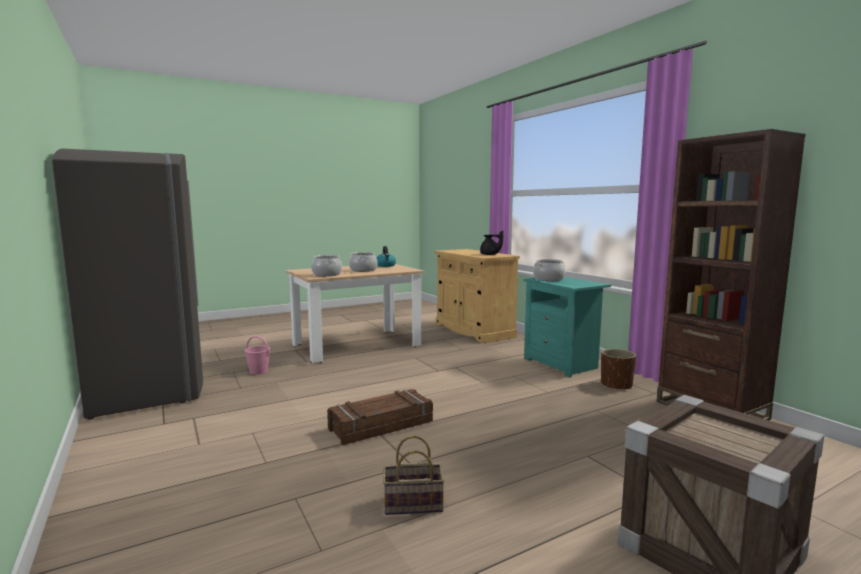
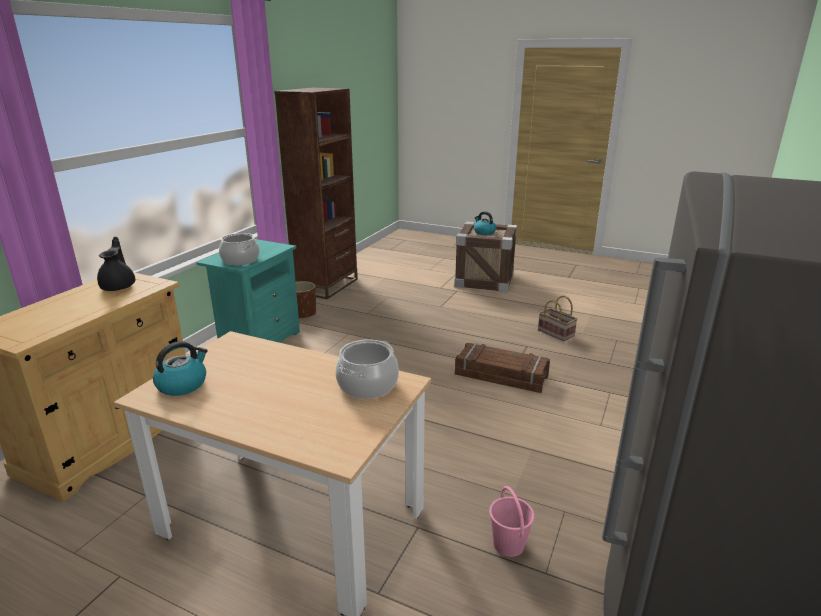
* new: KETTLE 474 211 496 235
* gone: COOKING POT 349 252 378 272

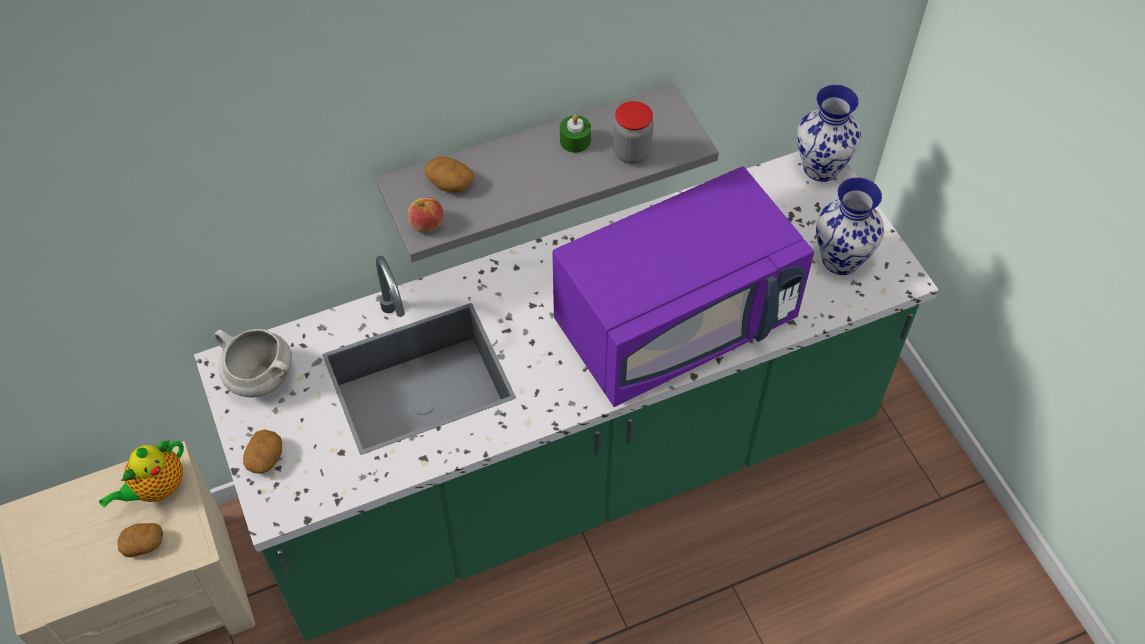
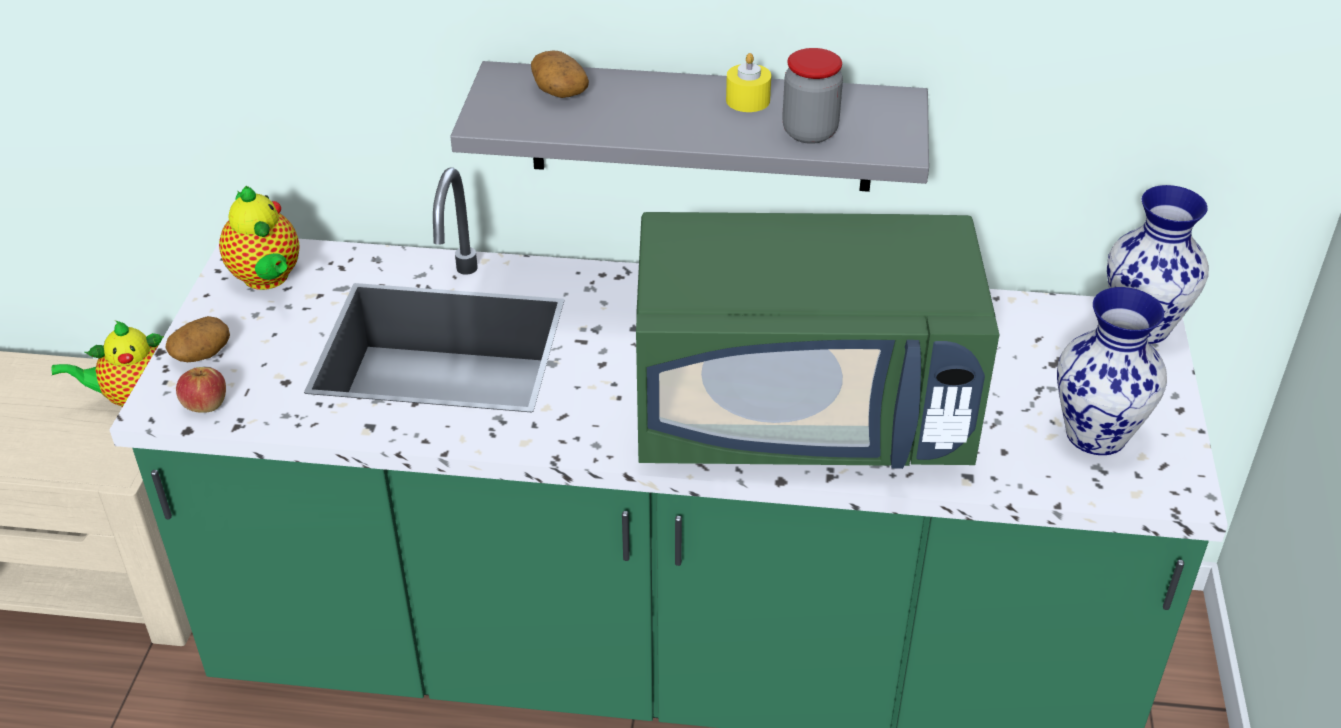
* shifted: APPLE 408 197 444 233 to 176 367 226 413
* swapped: WHITE COOKING POT 215 329 292 397 to TEAPOT 219 186 300 290
* repainted: PURPLE MICROWAVE 552 167 814 407 to GREEN MICROWAVE 636 212 1000 469
* repainted: GREEN CANDLE 560 115 591 153 to YELLOW CANDLE 726 53 771 112
* gone: POTATO 118 523 163 557

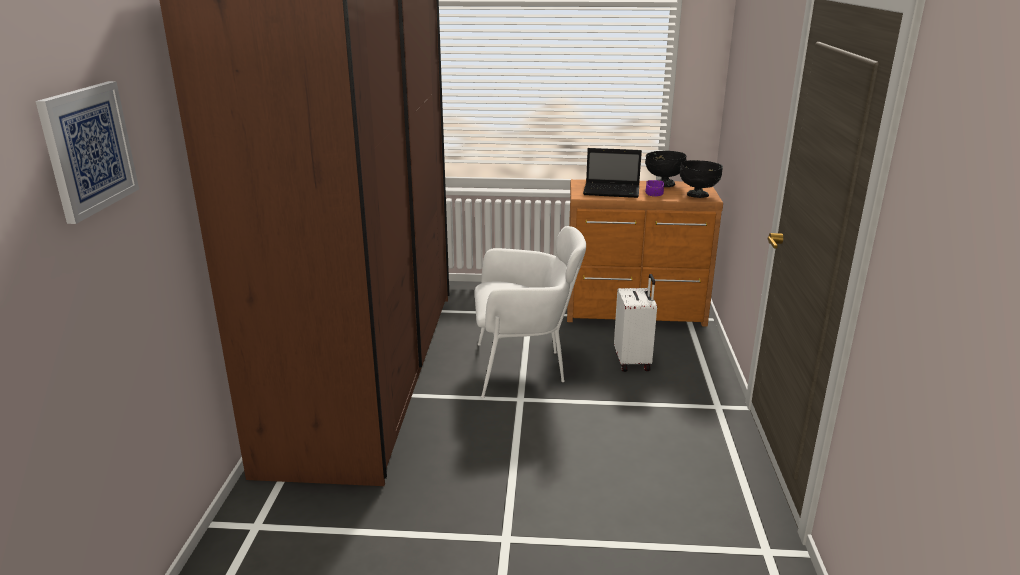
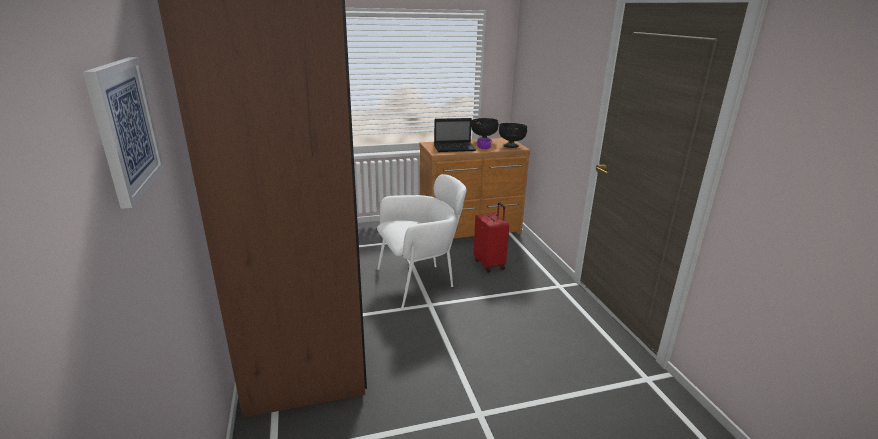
* repainted: WHITE SUITCASE 614 274 657 372 to RED SUITCASE 473 202 509 273

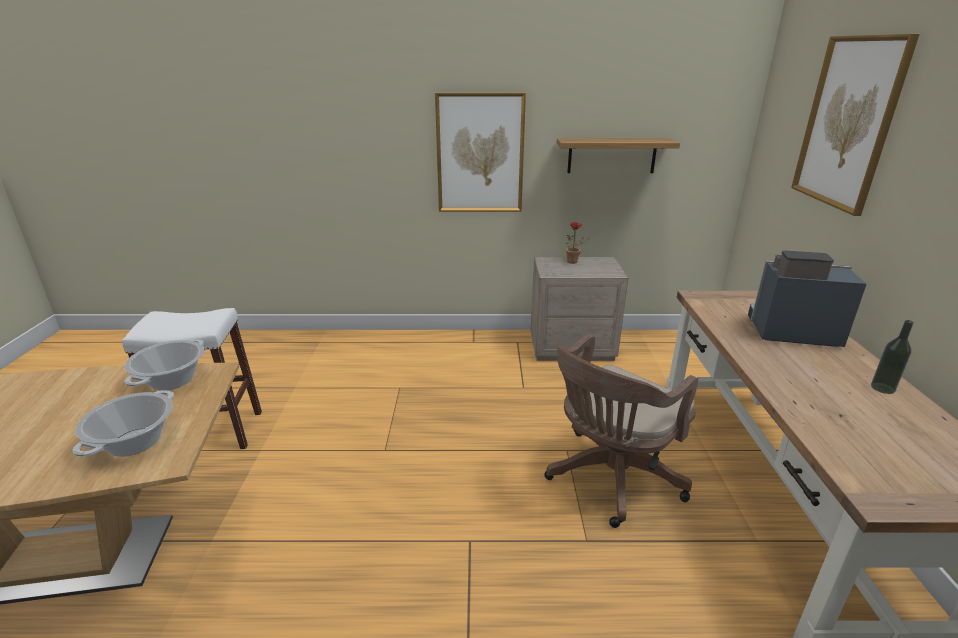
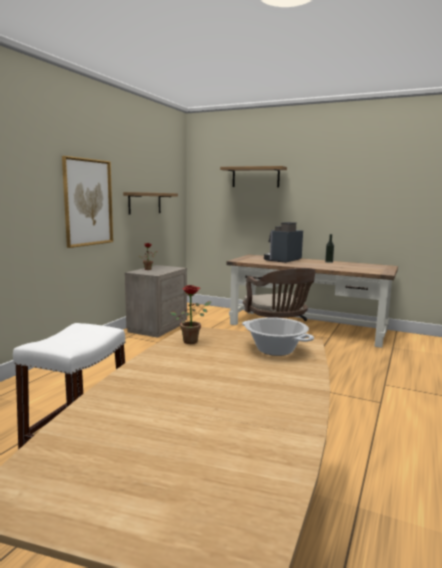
* swapped: COOKING POT 124 339 204 390 to POTTED PLANT 170 285 211 344
* swapped: PICTURE 791 34 920 216 to SHELF 220 166 287 187

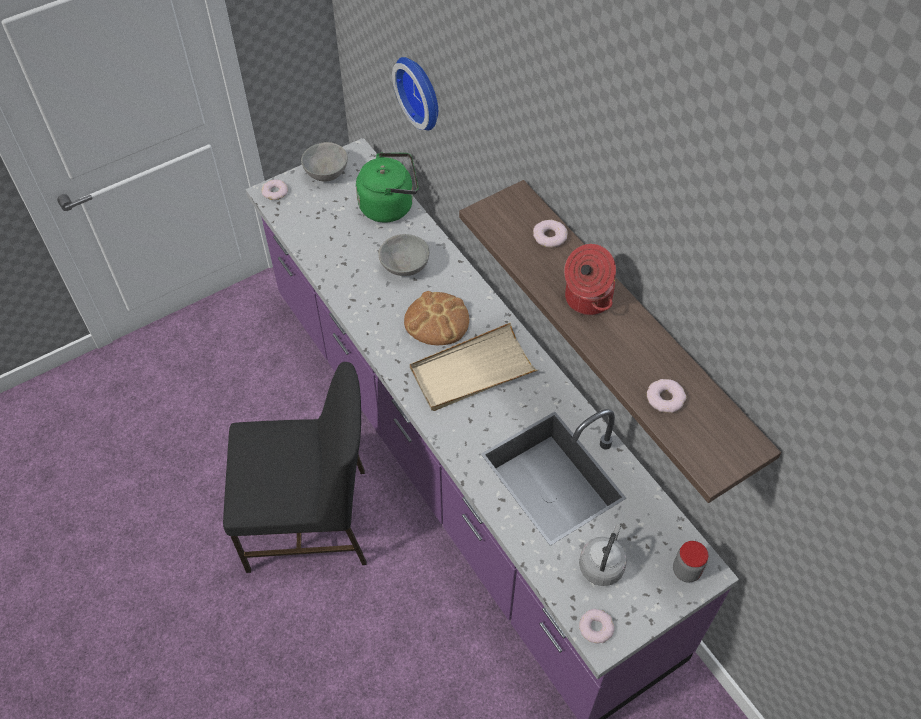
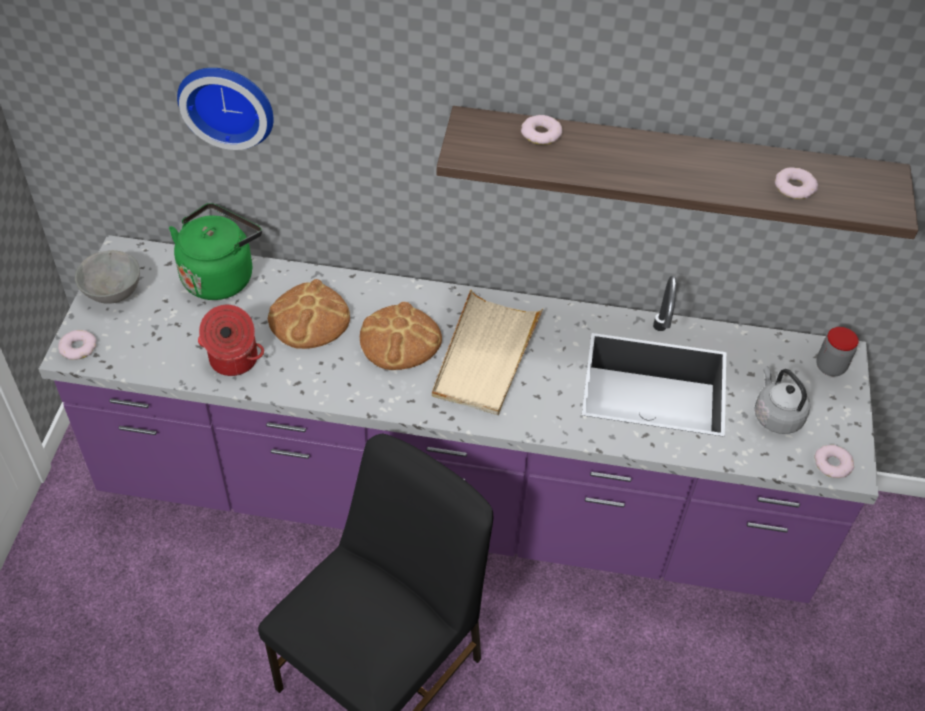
* shifted: COOKING POT 564 244 616 315 to 198 305 264 376
* swapped: GREY BOWL 378 234 429 276 to BREAD 268 279 350 349

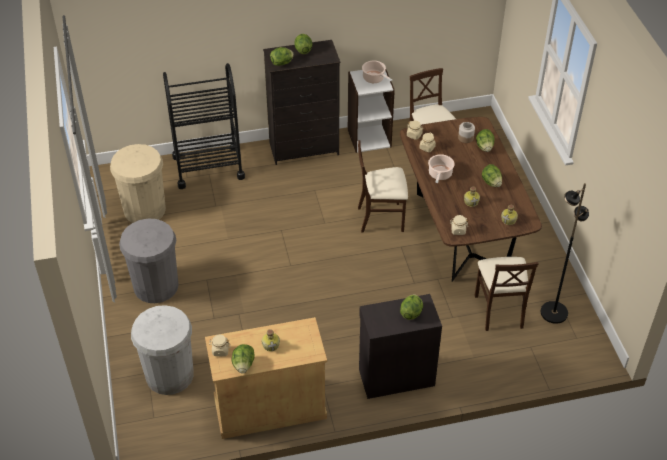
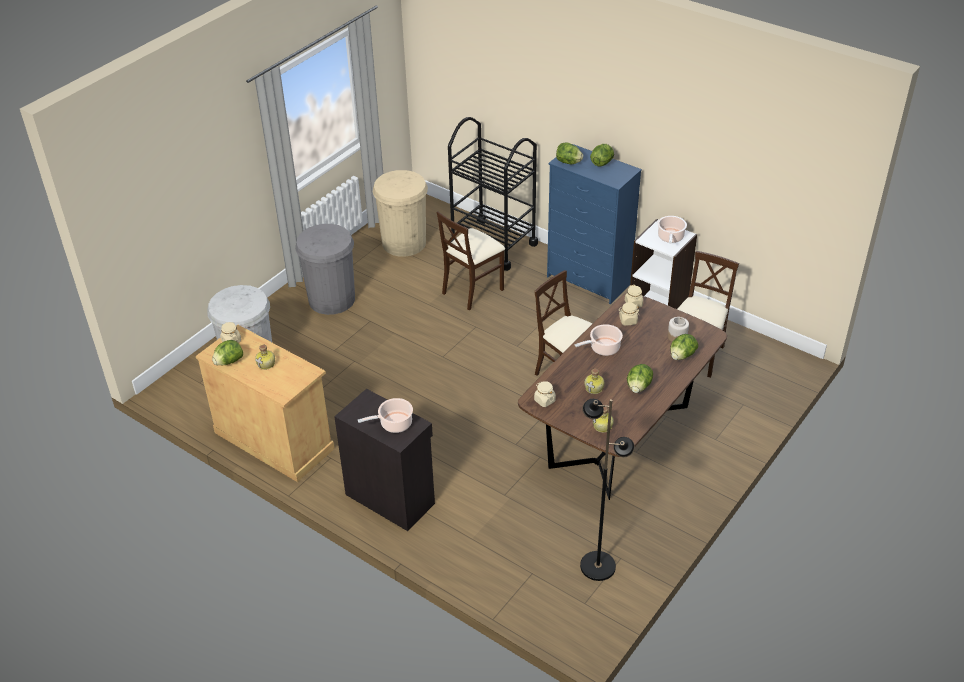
* swapped: LETTUCE 400 294 423 320 to COOKING POT 358 398 413 433
* shifted: BEIGE CHAIR 475 257 539 331 to 437 211 505 310
* repainted: BLACK DRESSER 263 40 340 165 to BLUE DRESSER 547 144 642 305

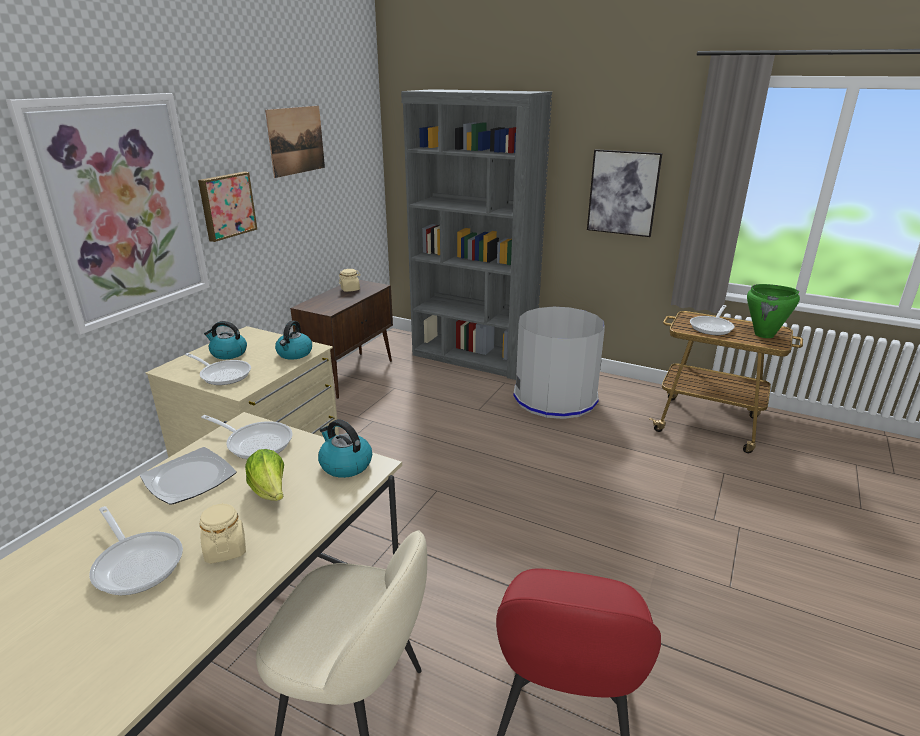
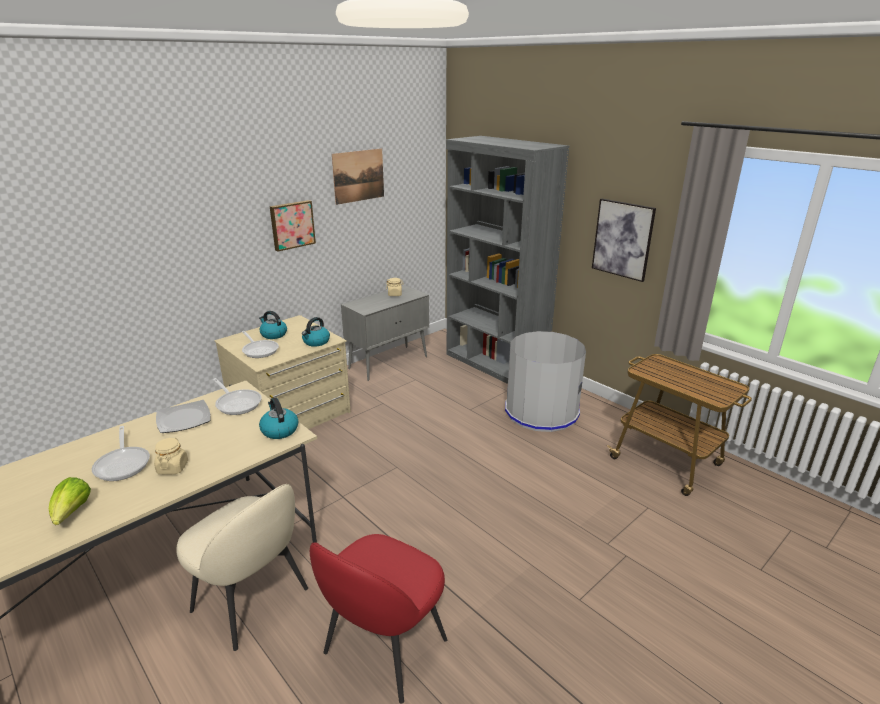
* shifted: LETTUCE 245 449 284 501 to 49 477 91 525
* repainted: BROWN CABINET 290 280 393 399 to GREY CABINET 341 285 429 381
* gone: PICTURE 6 93 210 335
* gone: FRYING PAN 690 305 734 335
* gone: GREEN COOKING POT 747 284 800 338

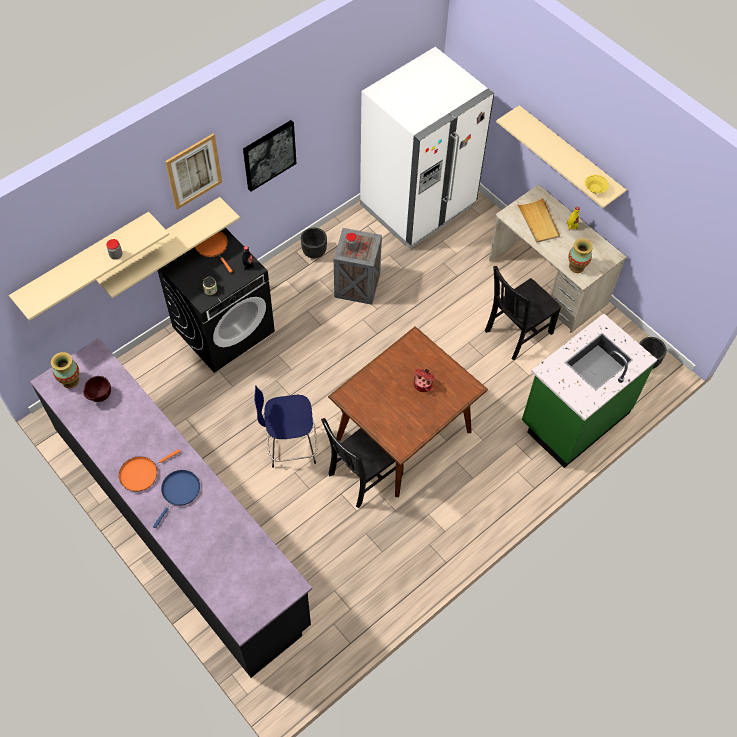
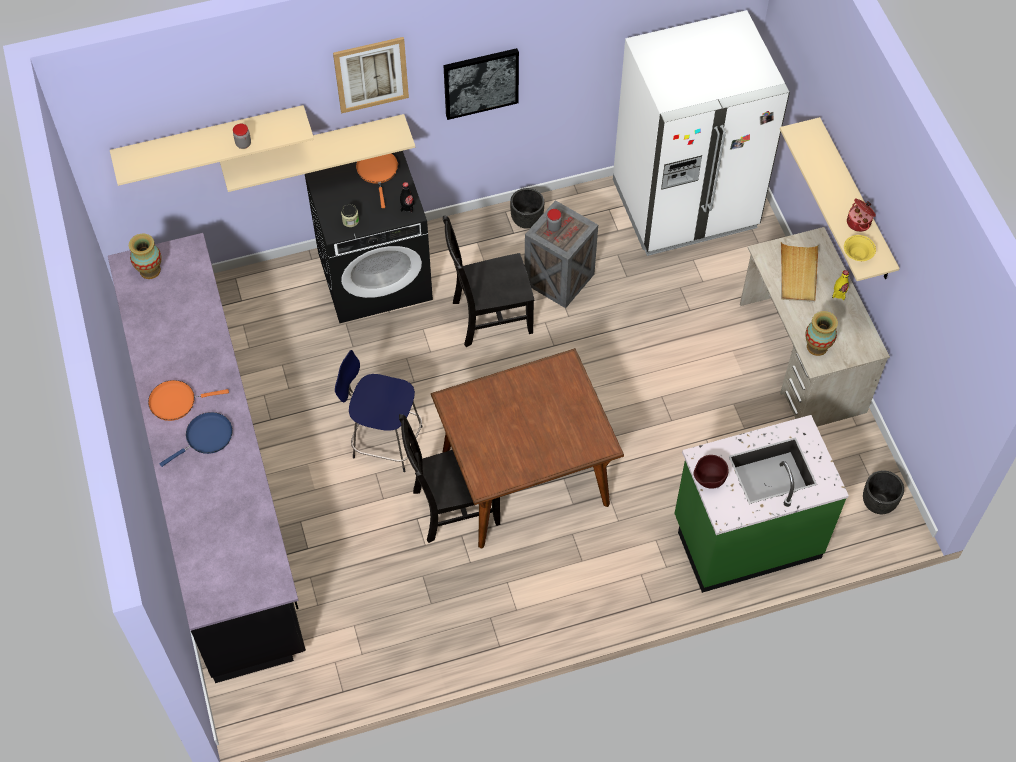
* shifted: BLACK CHAIR 485 266 561 360 to 443 216 534 347
* shifted: BROWN BOWL 83 376 111 402 to 693 455 728 489
* shifted: COOKING POT 414 369 435 392 to 847 198 876 232

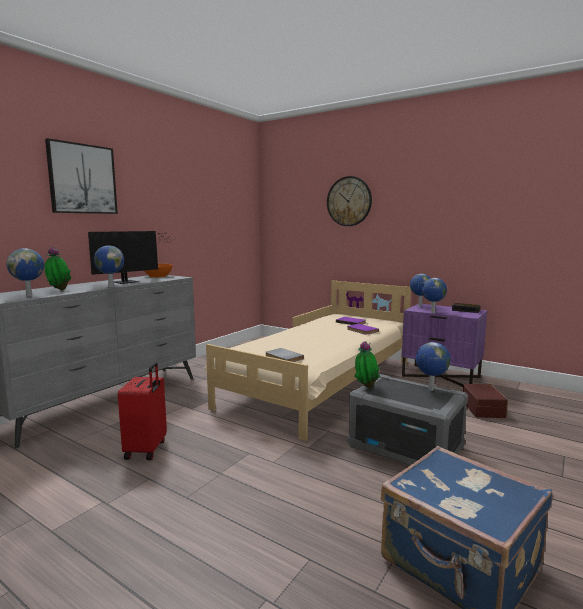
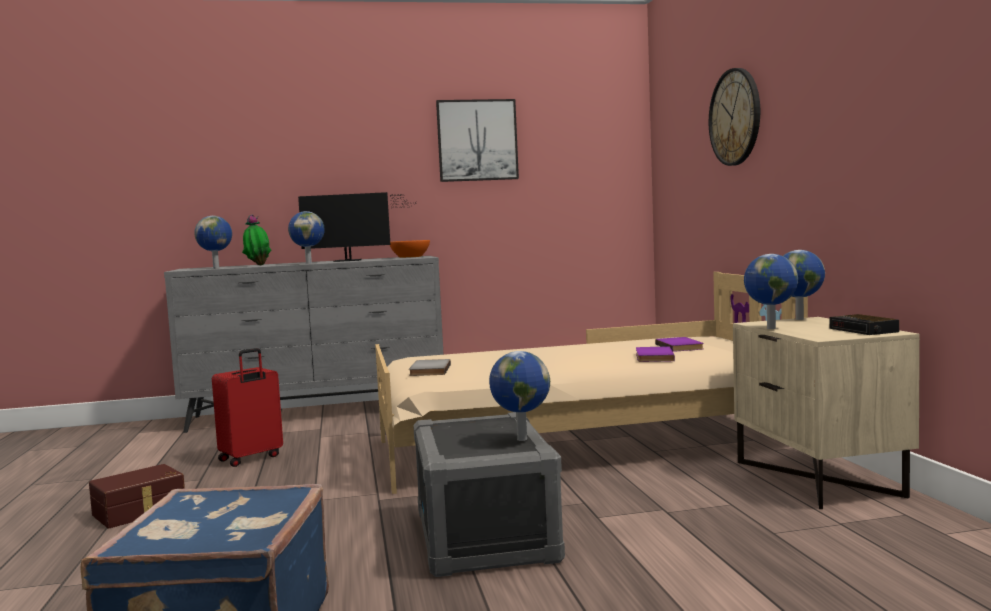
* shifted: BROWN STORAGE BOX 463 384 508 418 to 89 464 185 528
* shifted: PICTURE 45 138 118 214 to 436 99 519 182
* repainted: PURPLE NIGHTSTAND 402 304 487 387 to BEIGE NIGHTSTAND 733 317 920 509
* gone: POTTED PLANT 354 341 380 388

